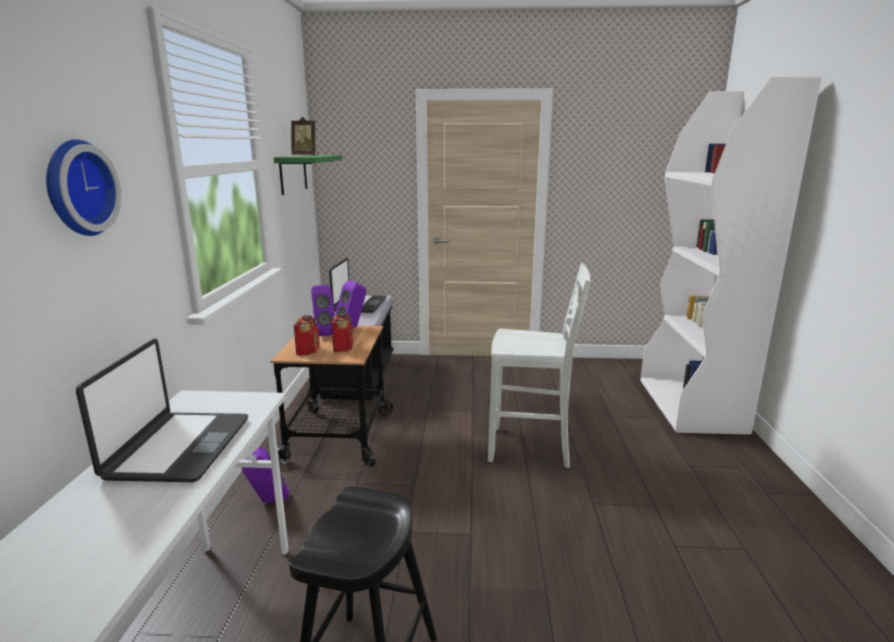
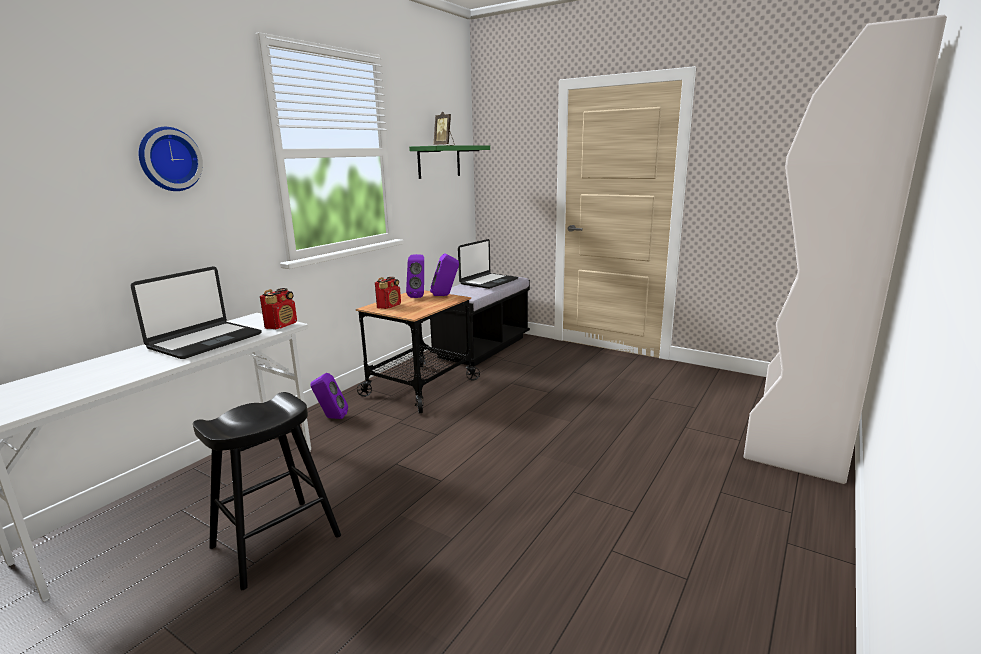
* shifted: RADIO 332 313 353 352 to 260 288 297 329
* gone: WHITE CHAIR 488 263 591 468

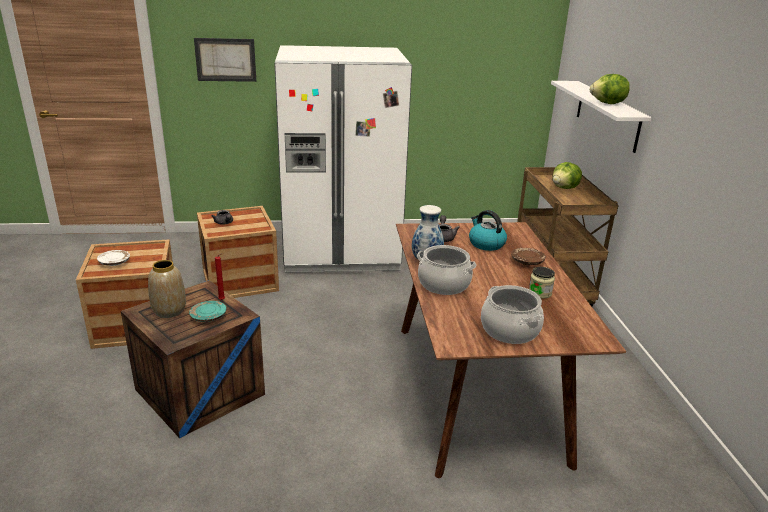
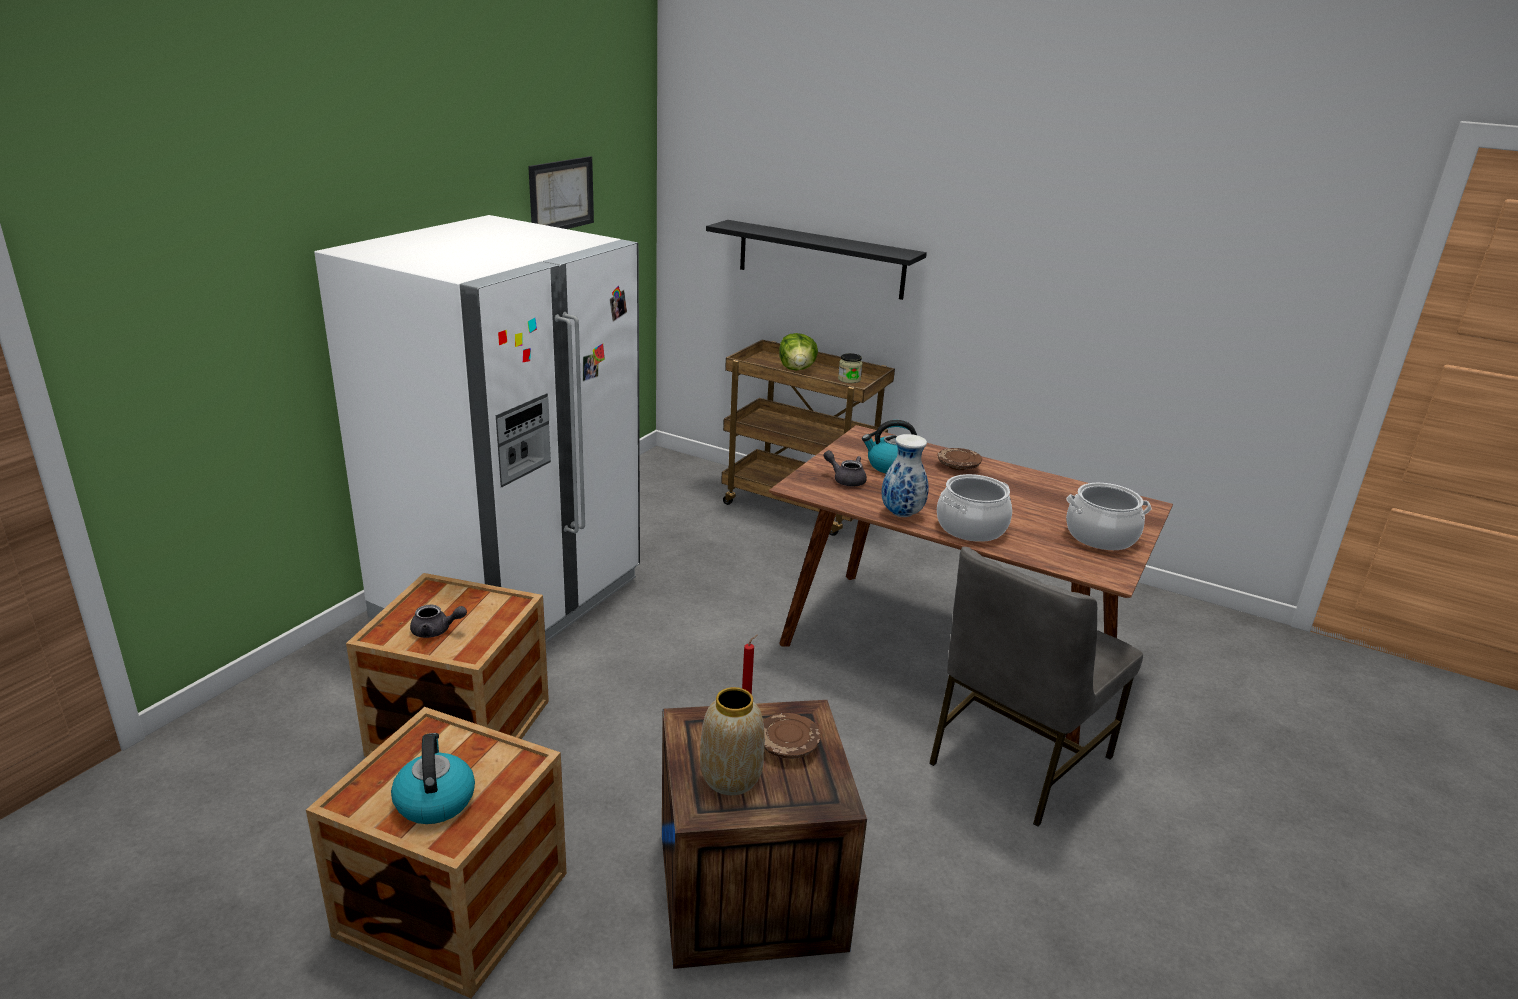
* swapped: WHITE PLATE 97 250 130 266 to KETTLE 391 733 475 824
* shifted: PICTURE 194 38 256 82 to 528 156 594 229
* repainted: WHITE SHELF 551 81 651 153 to BLACK SHELF 706 220 927 300
* repainted: TURQUOISE PLATE 189 301 226 322 to BROWN PLATE 763 713 821 759
* shifted: JAR 529 267 555 298 to 838 353 863 383
* new: GREY CHAIR 929 547 1143 827
* gone: LETTUCE 590 74 630 104

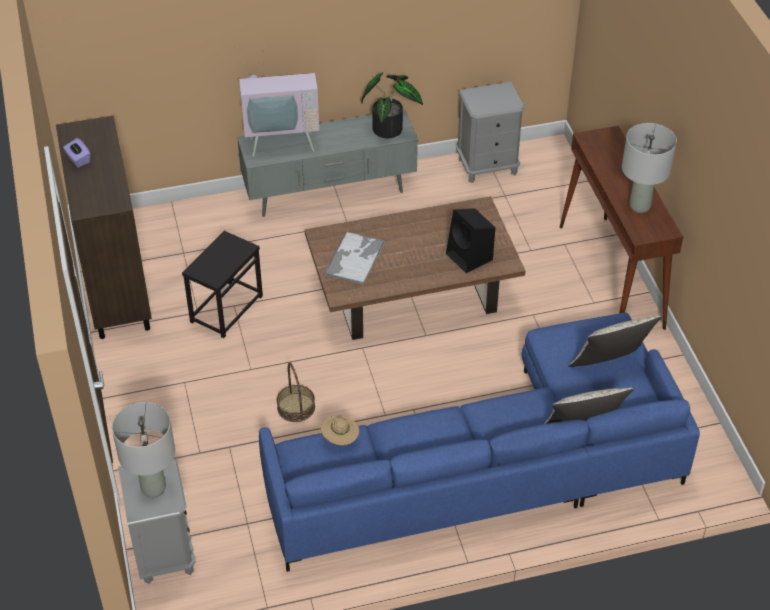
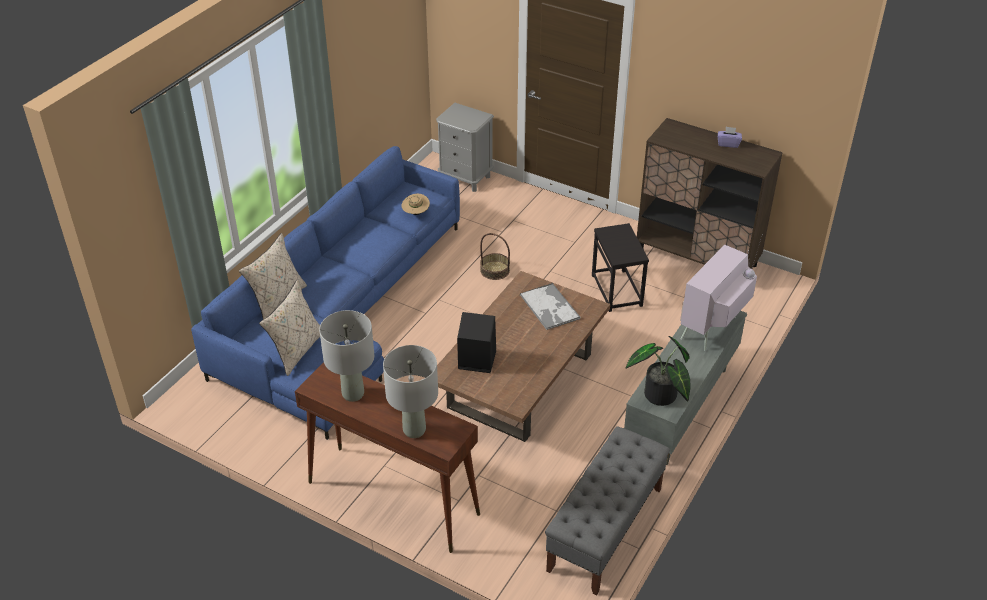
* shifted: GREY TABLE LAMP 112 402 175 498 to 383 345 438 438
* swapped: GREY NIGHTSTAND 456 82 525 183 to GREY BENCH 545 426 670 595

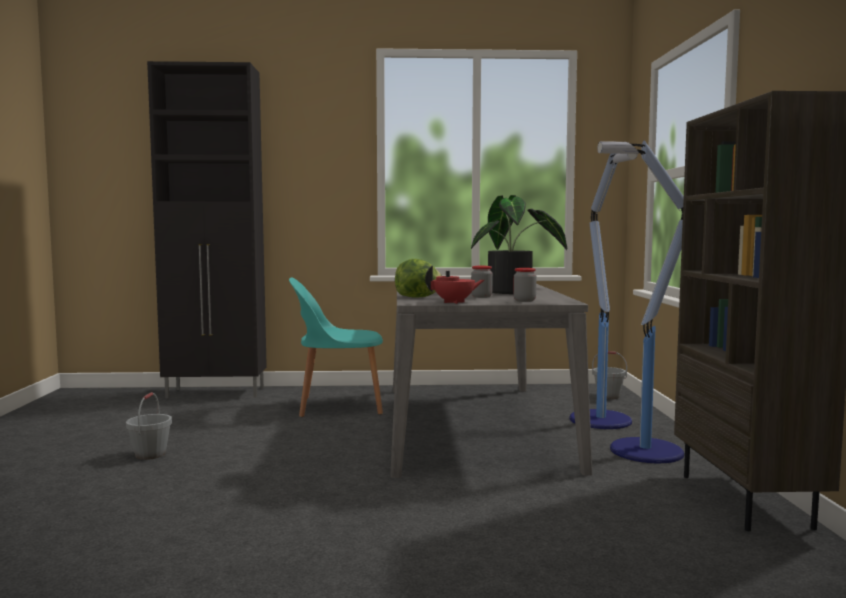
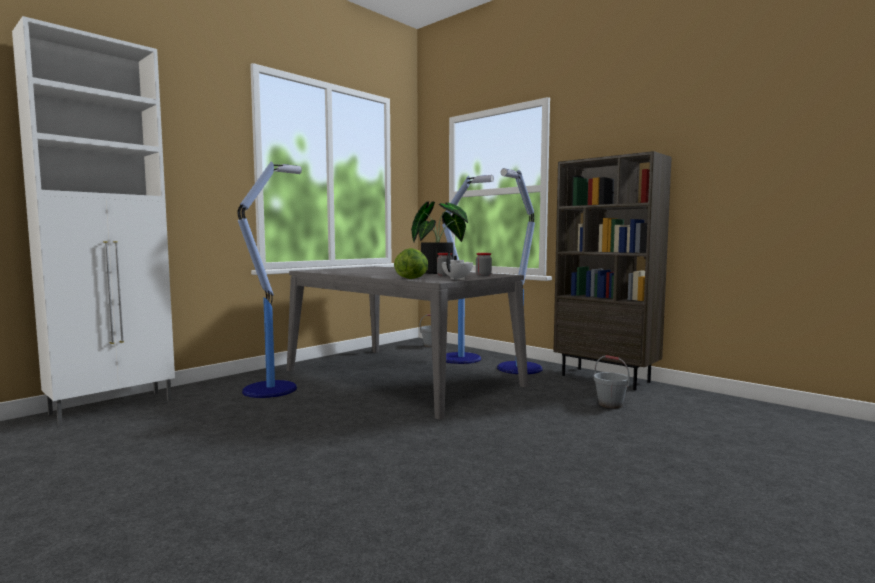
* repainted: BLACK CABINET 147 61 267 398 to WHITE CABINET 12 16 175 425
* swapped: TURQUOISE CHAIR 289 277 383 417 to FLOOR LAMP 237 161 302 398
* repainted: RED TEAPOT 425 266 484 304 to WHITE TEAPOT 442 252 473 280
* shifted: GREY BUCKET 126 392 172 460 to 594 355 630 408

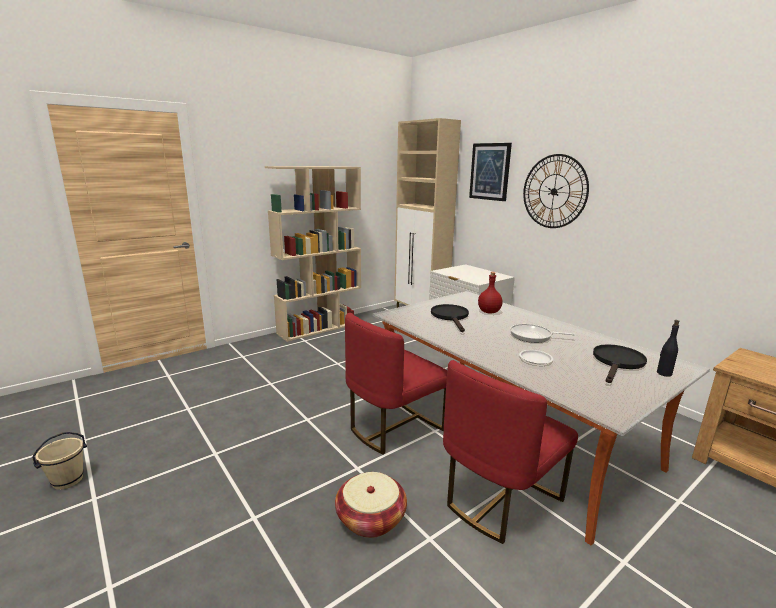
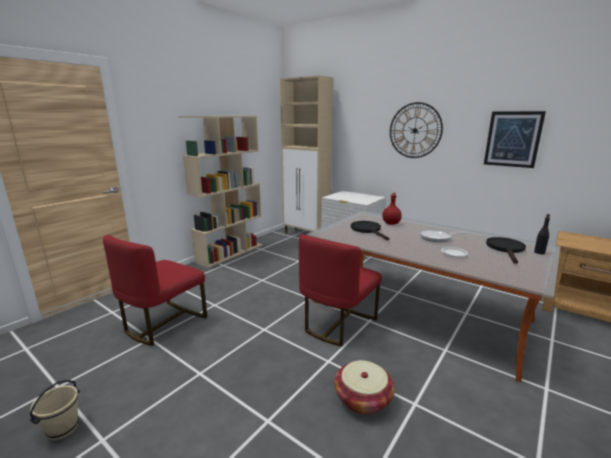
* shifted: RED CHAIR 443 360 578 544 to 103 235 207 346
* shifted: PICTURE 469 143 512 201 to 484 111 546 168

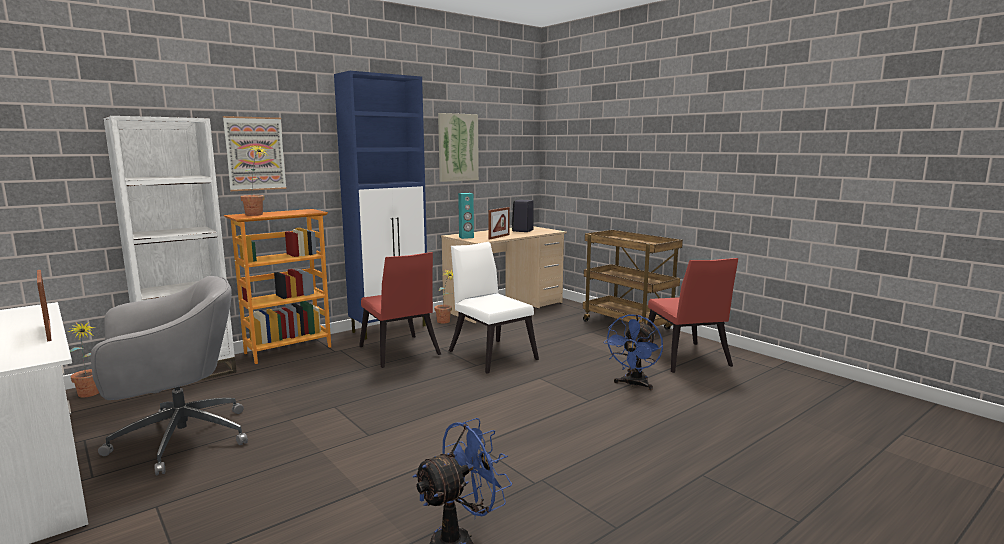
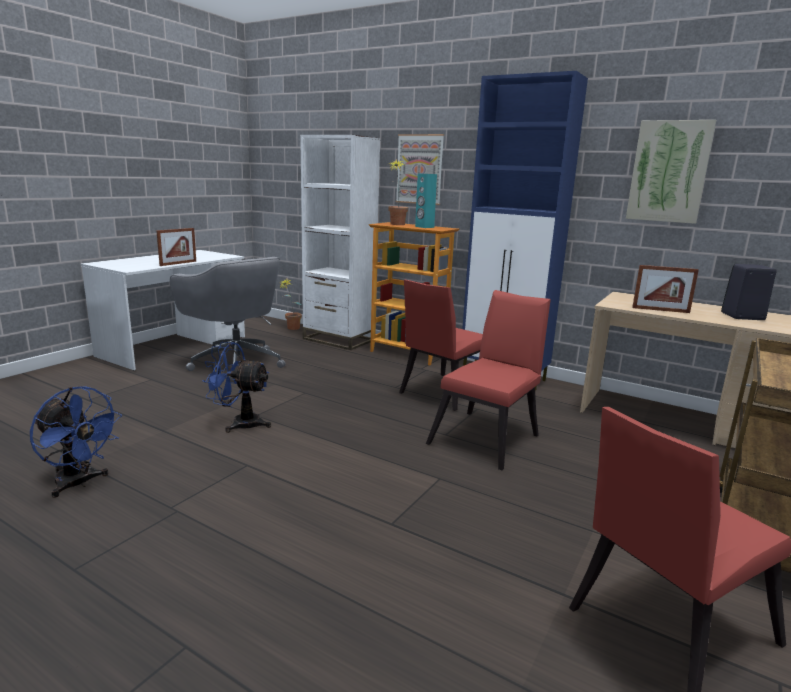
* shifted: BLUE FAN 604 314 663 390 to 202 342 271 433
* shifted: TURQUOISE SPEAKER 458 193 474 239 to 415 173 437 228
* repainted: WHITE CHAIR 449 242 539 374 to RED CHAIR 426 290 551 470
* gone: POTTED PLANT 434 270 453 323

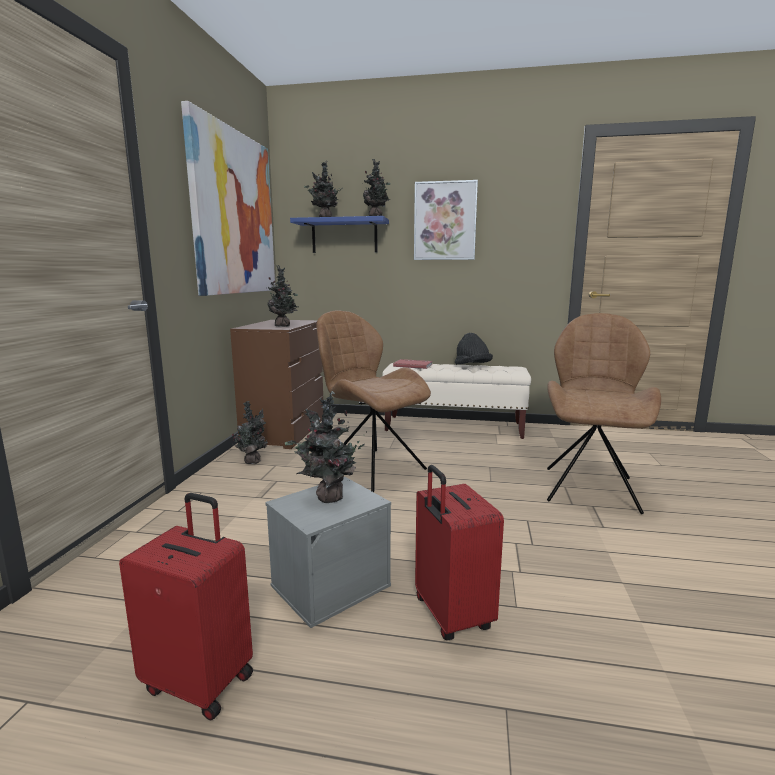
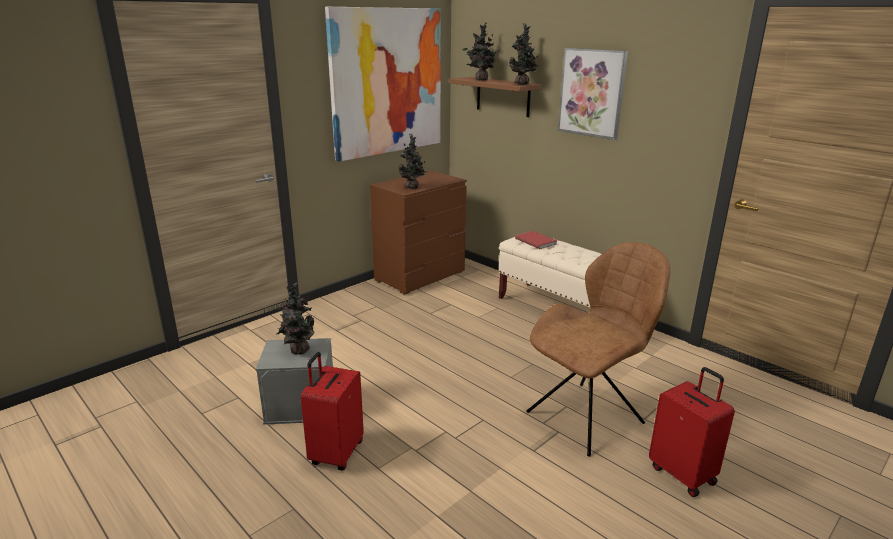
* repainted: BLUE SHELF 290 216 389 253 to BROWN SHELF 449 77 541 117
* shifted: RED SUITCASE 119 493 253 721 to 649 367 735 497
* gone: POTTED PLANT 232 401 268 464
* gone: BROWN CHAIR 316 311 431 492
* gone: BLACK HAT 455 333 493 364

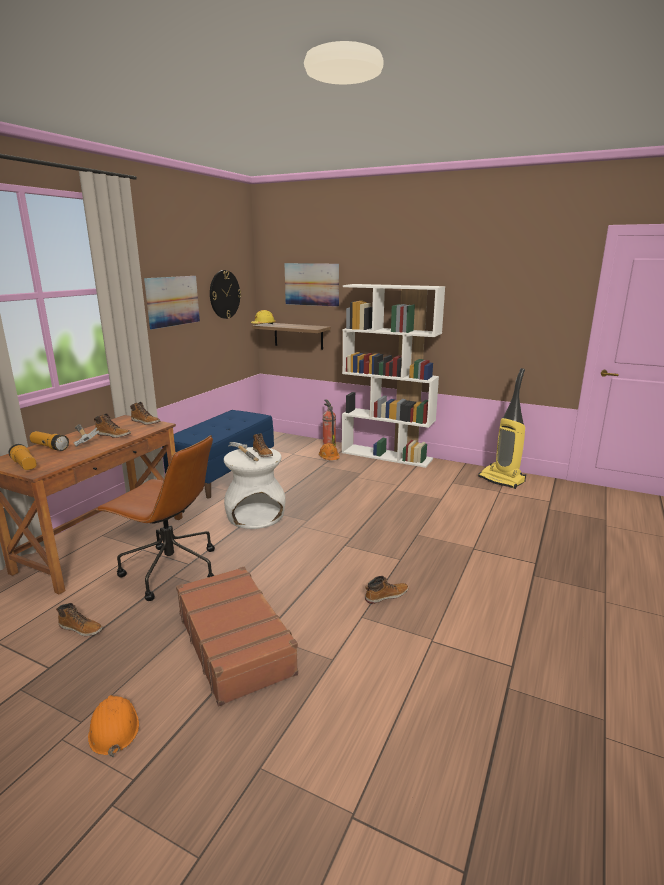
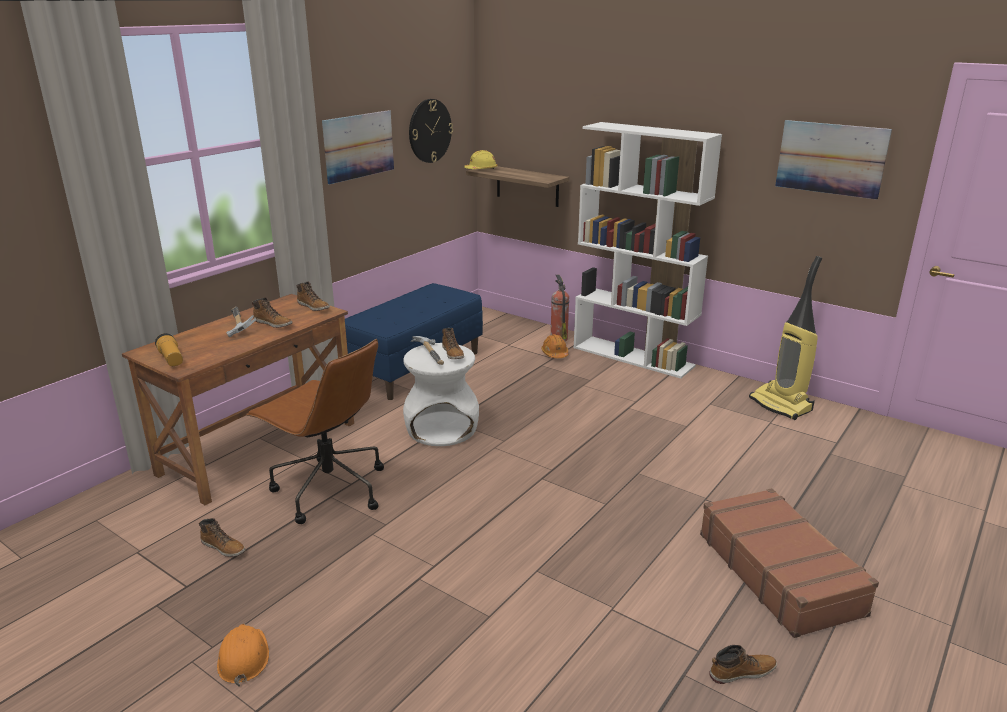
* shifted: BROWN SUITCASE 176 567 298 706 to 700 488 879 638
* shifted: BOOT 365 576 408 604 to 709 645 777 684
* shifted: PICTURE 284 263 339 307 to 775 120 892 200
* gone: FLASHLIGHT 30 431 69 451

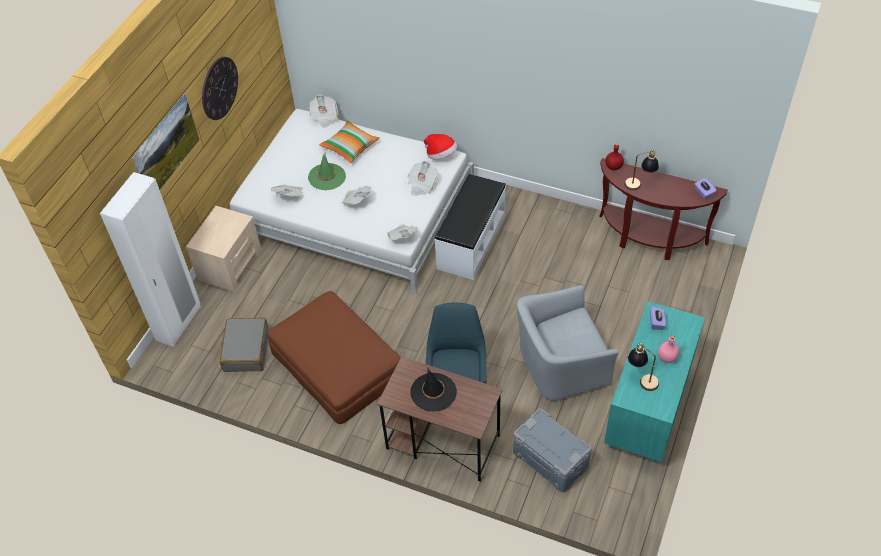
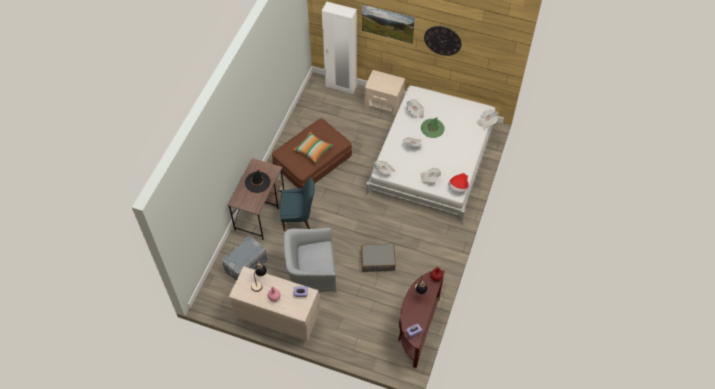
* repainted: TURQUOISE DRESSER 604 301 705 463 to BEIGE DRESSER 229 266 320 341
* rotated: GREY ARMCHAIR 517 285 619 401 = 284 228 336 292 75 degrees counterclockwise
* shifted: PILLOW 319 121 380 163 to 293 132 333 163
* shifted: GREY SUITCASE 220 318 269 372 to 361 243 396 272
* gone: WHITE BENCH 435 174 506 280

